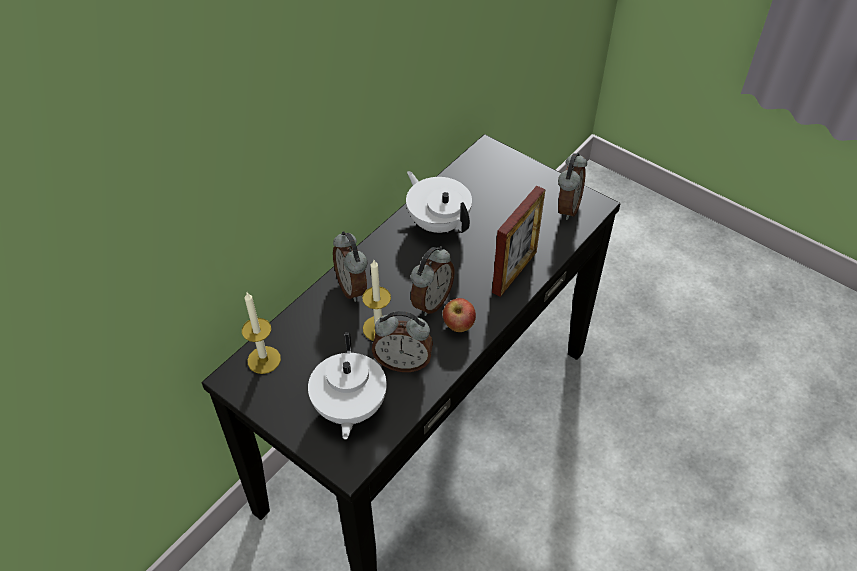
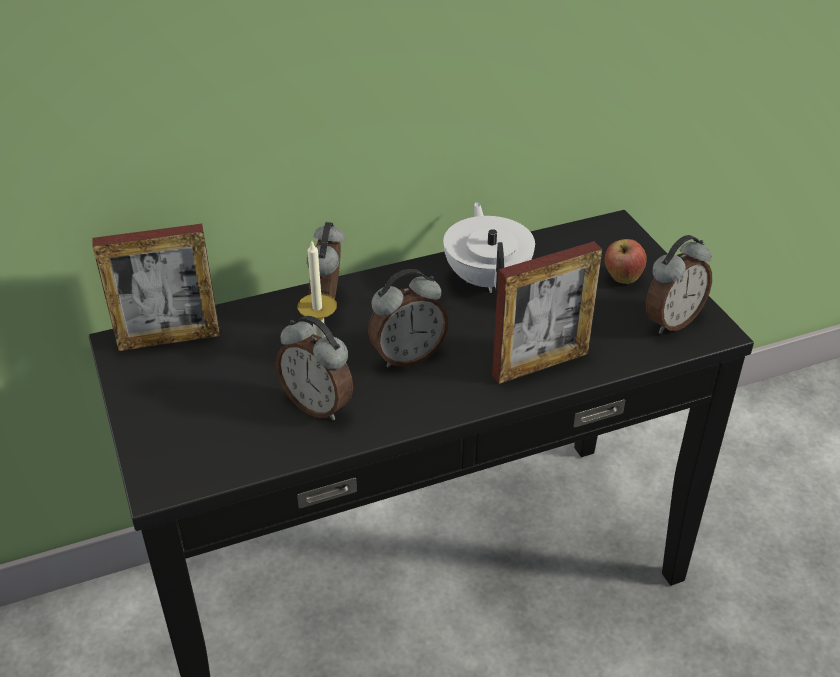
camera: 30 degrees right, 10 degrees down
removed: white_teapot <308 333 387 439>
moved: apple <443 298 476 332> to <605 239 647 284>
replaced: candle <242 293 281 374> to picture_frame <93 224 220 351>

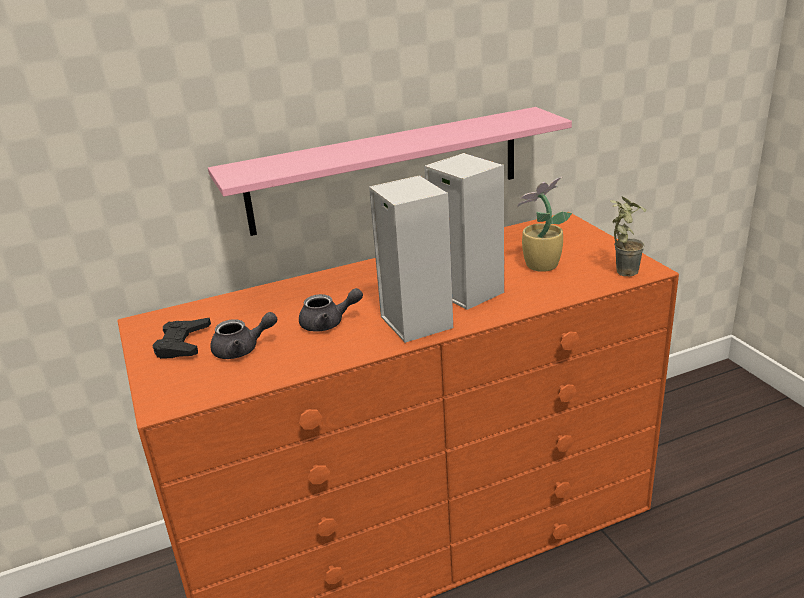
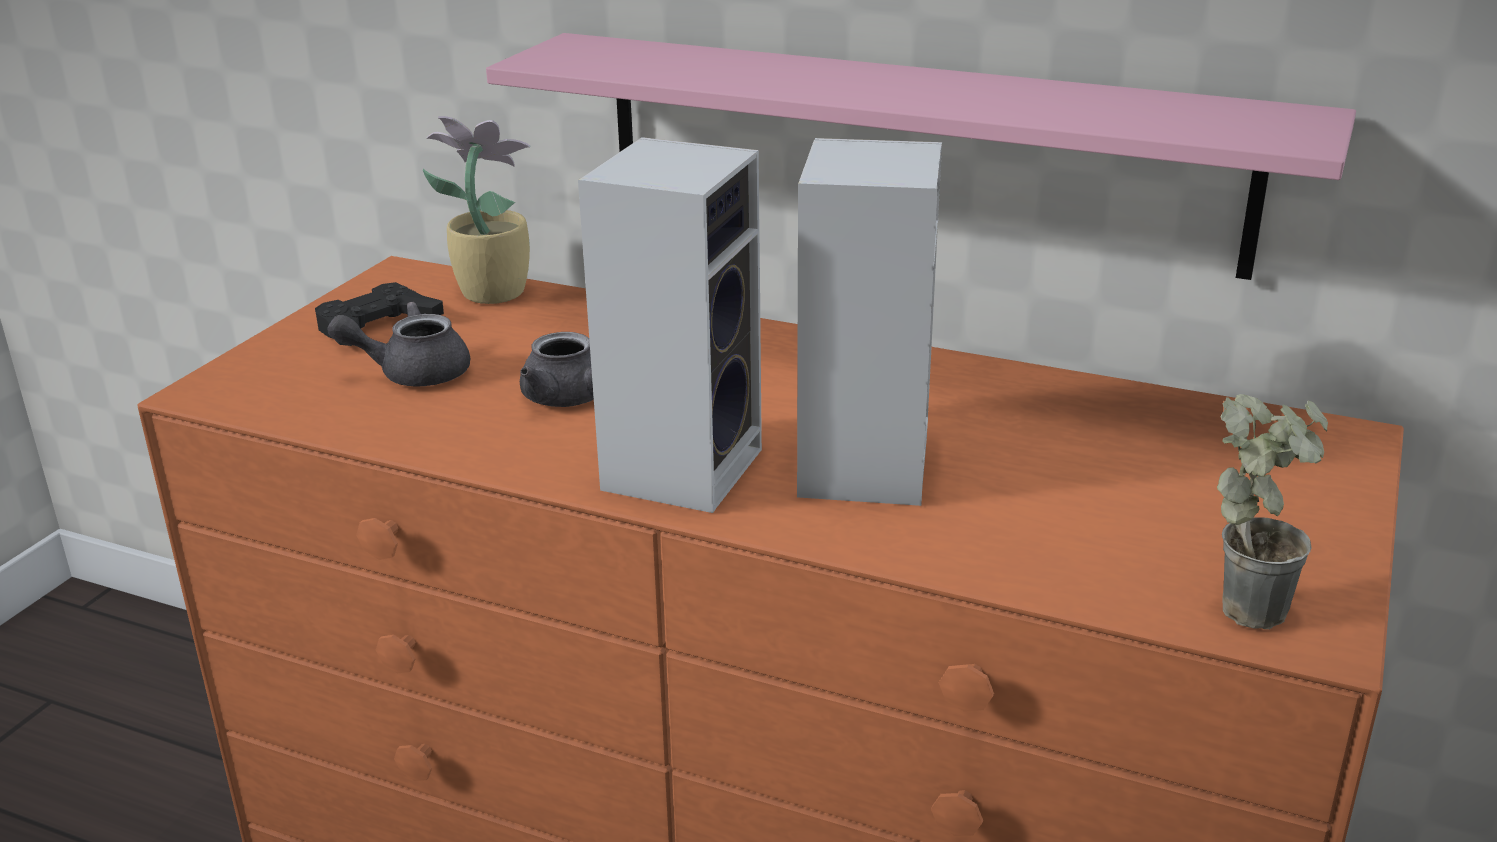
camera: 45 degrees right, 0 degrees up
moved: potted_plant <517 177 572 272> to <423 116 530 304>
turned: grey_teapot <210 312 277 359> = <327 302 470 387> 135 degrees clockwise

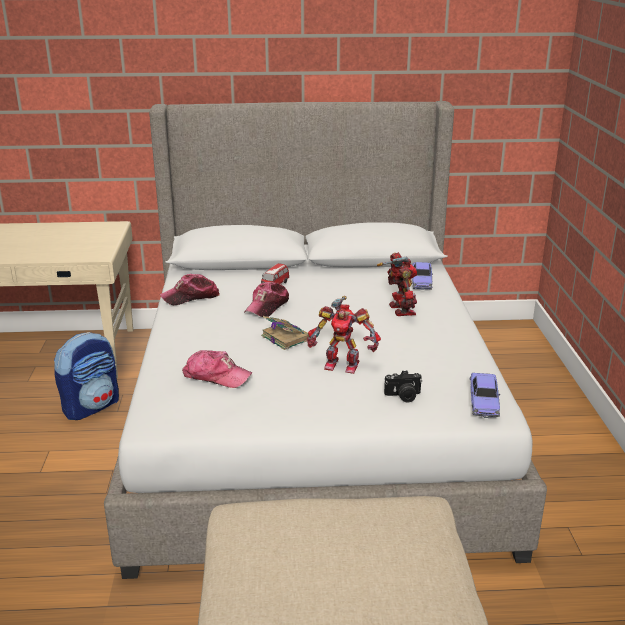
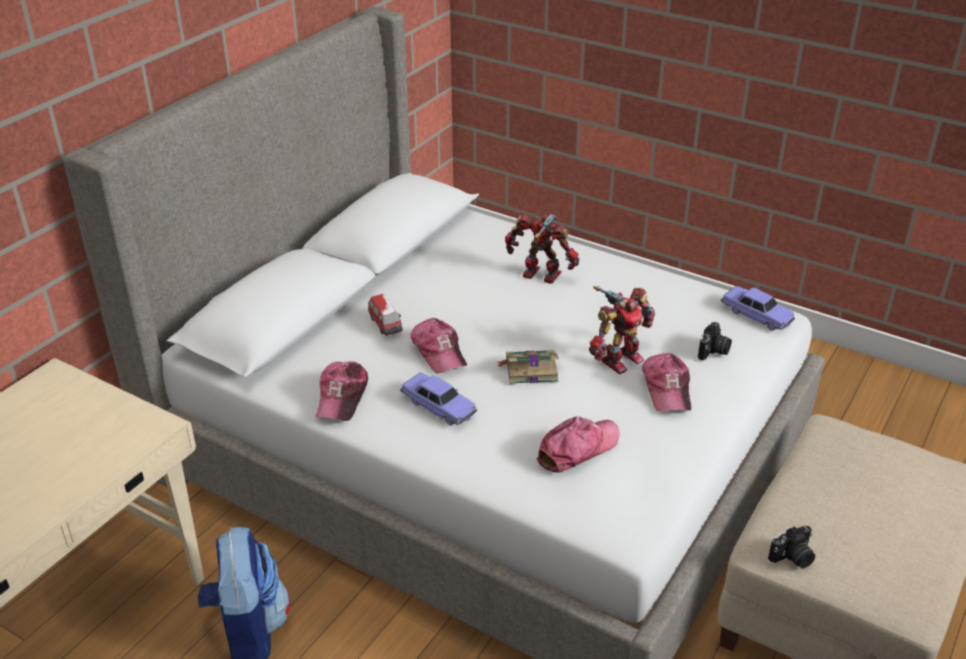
camera: 55 degrees left, 10 degrees up
added: cap <642 353 691 412>; photo_camera <768 526 815 568>
moved: toy_car <412 262 433 290> to <400 372 477 425>

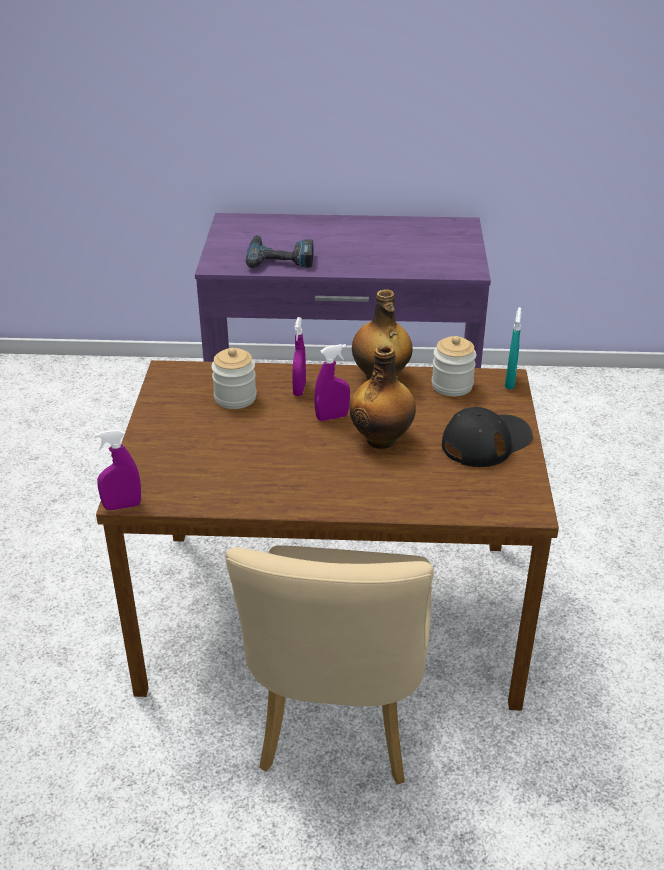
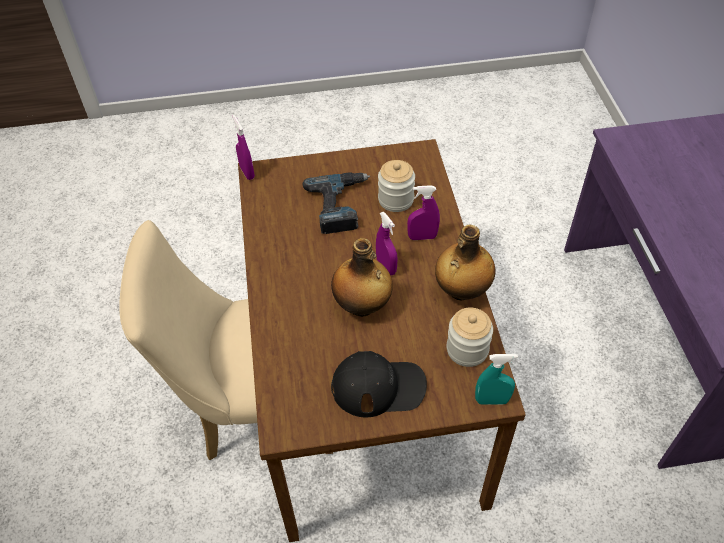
camera: 80 degrees right, 15 degrees up
moved: power_drill <246 235 313 268> to <303 172 370 234>
turned: black_cap <442 407 533 467> = <331 351 427 417> 45 degrees counterclockwise

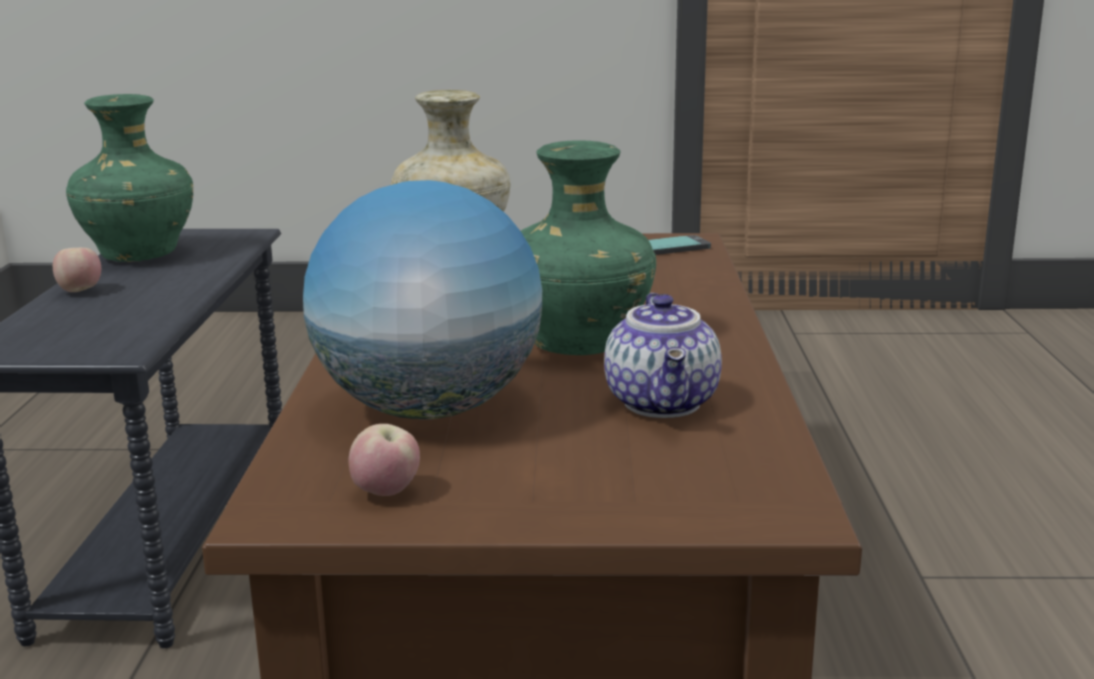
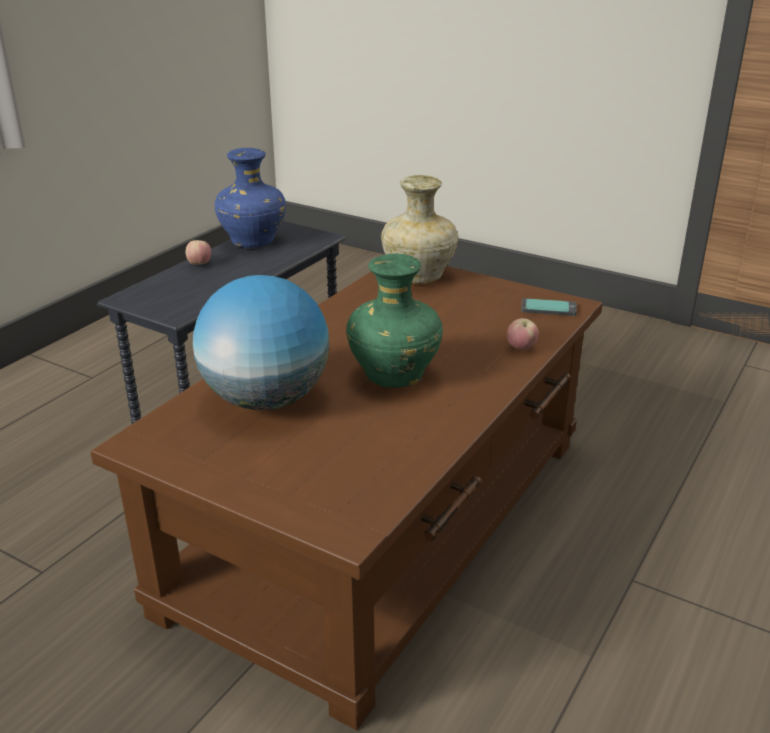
camera: 30 degrees right, 10 degrees up
removed: teapot <604 293 722 418>
moved: apple <349 424 420 496> to <507 318 539 350>
recoloured: green_vase <66 94 193 262> to blue_vase <214 148 286 248>

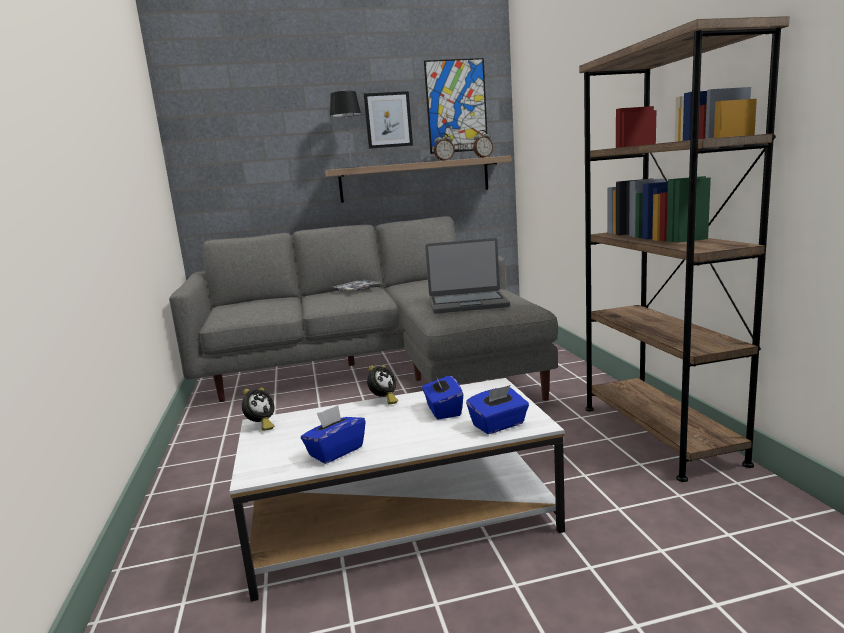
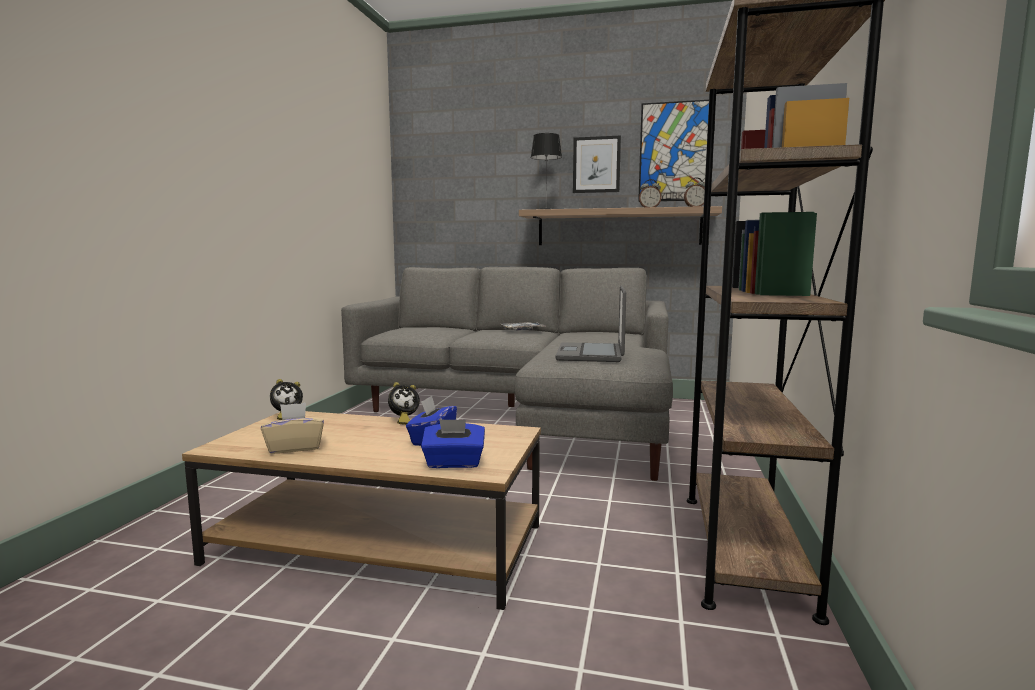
camera: 25 degrees right, 5 degrees down
recoloured: white_coffee_table <229 378 565 602> to brown_coffee_table <182 411 541 610>; blue_tissue_box <301 405 366 464> to beige_tissue_box <261 403 324 454>
turned: laptop <425 238 510 314> = <556 285 626 362> 75 degrees clockwise

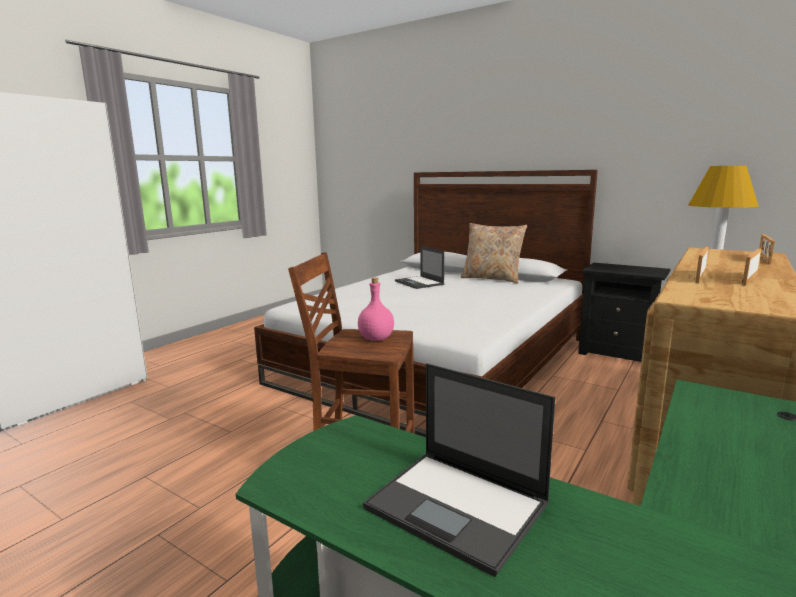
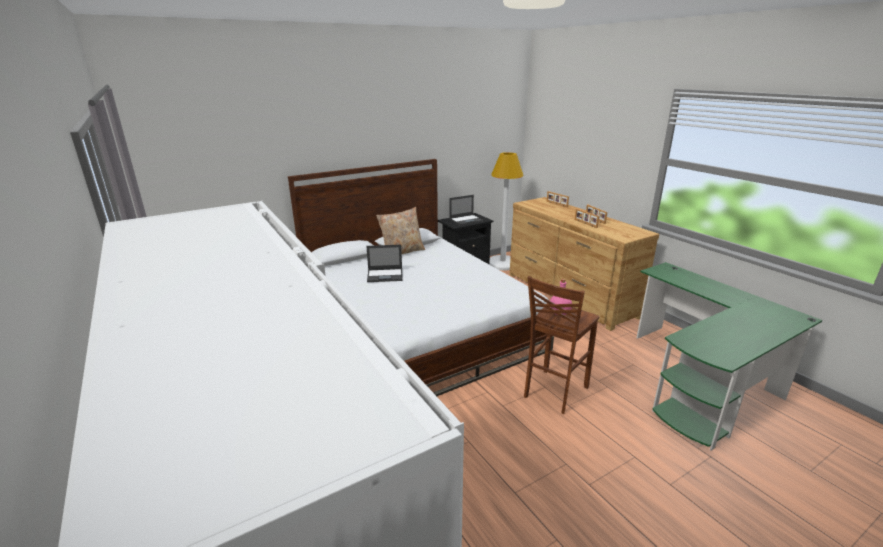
camera: 65 degrees left, 10 degrees up
moved: laptop <363 363 556 577> to <449 195 484 225>

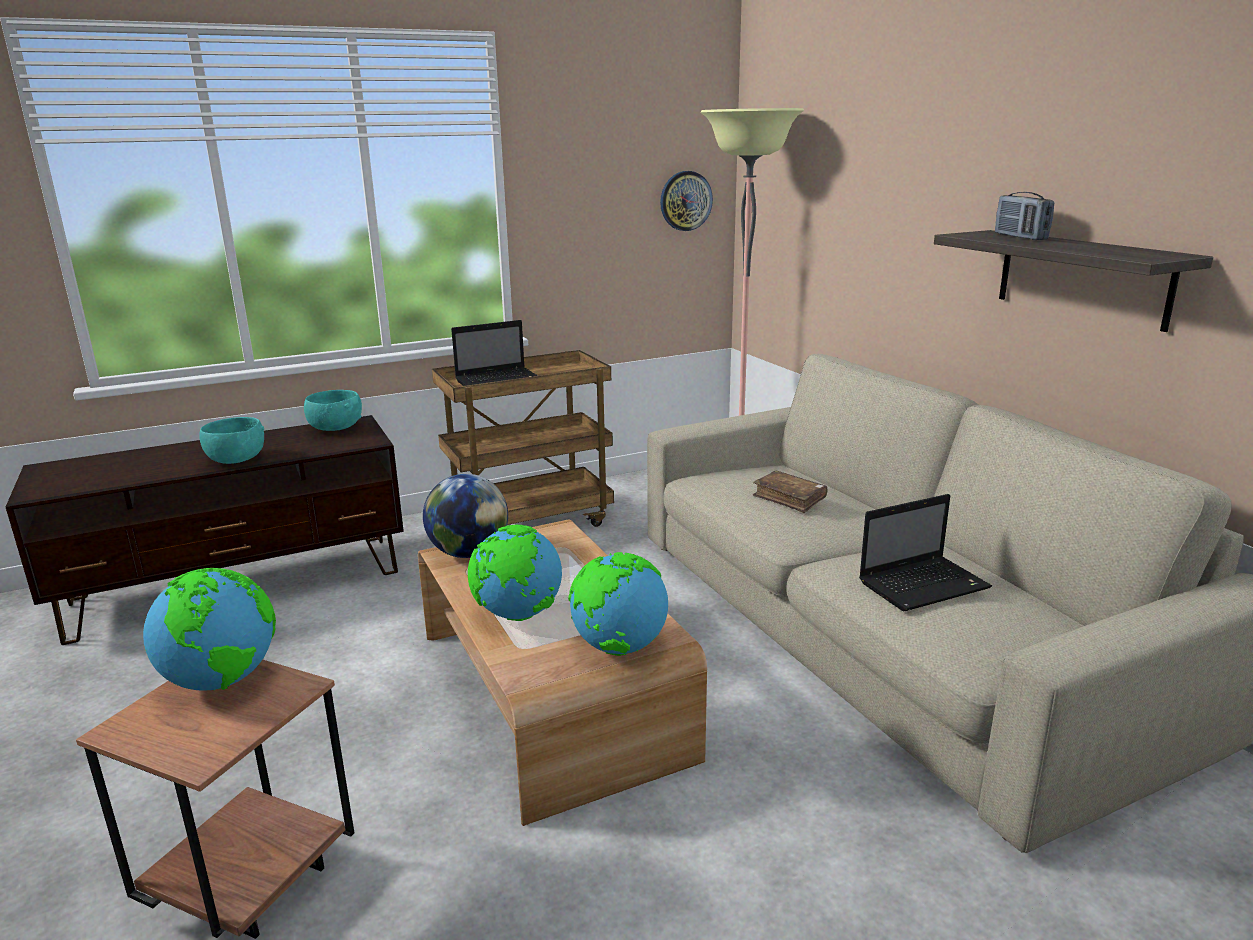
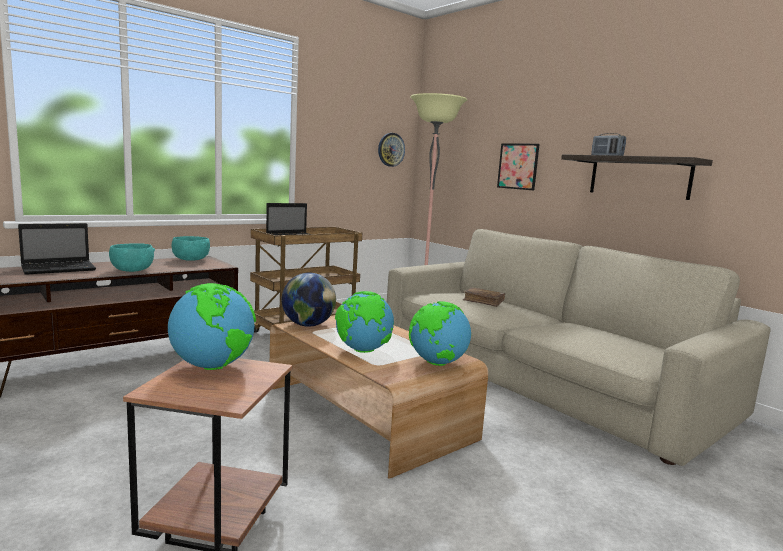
camera: 15 degrees left, 10 degrees down
added: picture <497 144 540 190>
moved: laptop <859 494 992 611> to <18 223 96 275>

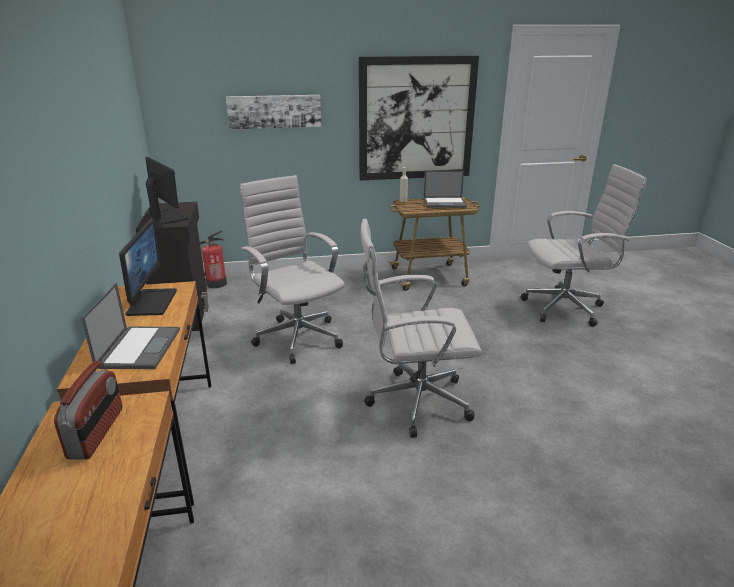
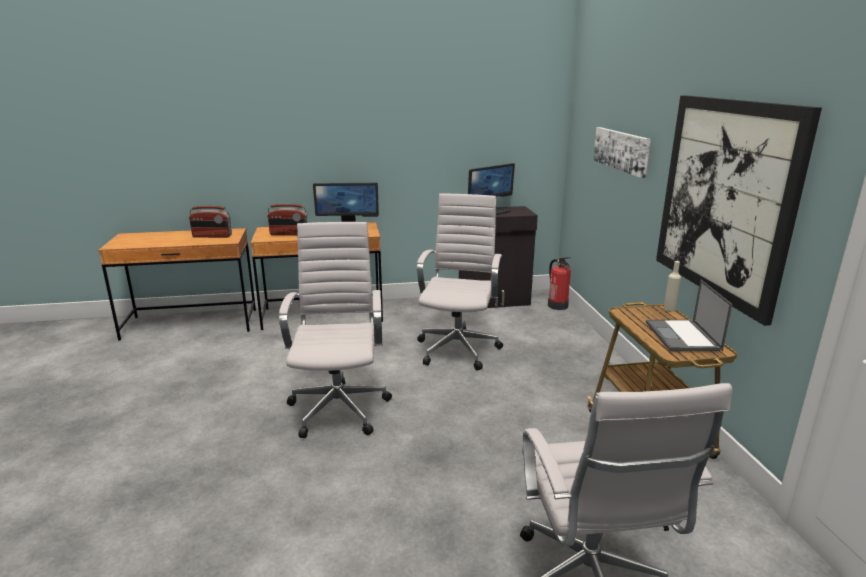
camera: 90 degrees right, 5 degrees down
replaced: laptop <81 283 180 369> to radio <267 204 308 235>
turned: white_office_chair <240 175 345 364> = <417 193 503 370> 45 degrees counterclockwise

